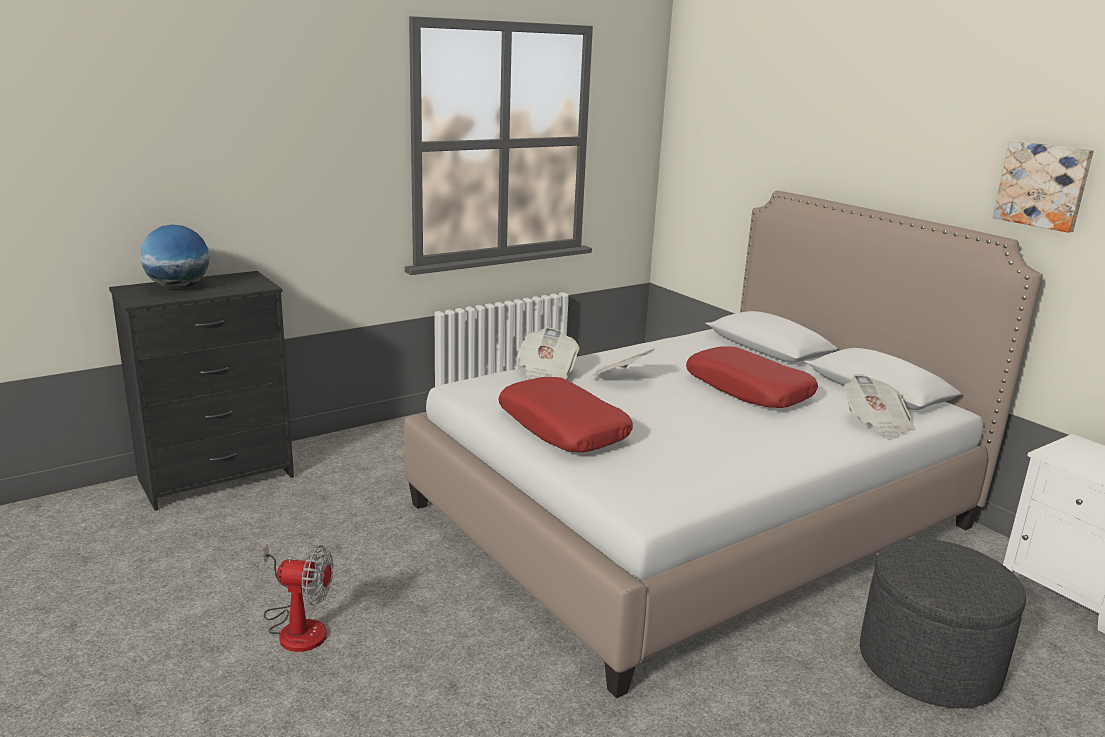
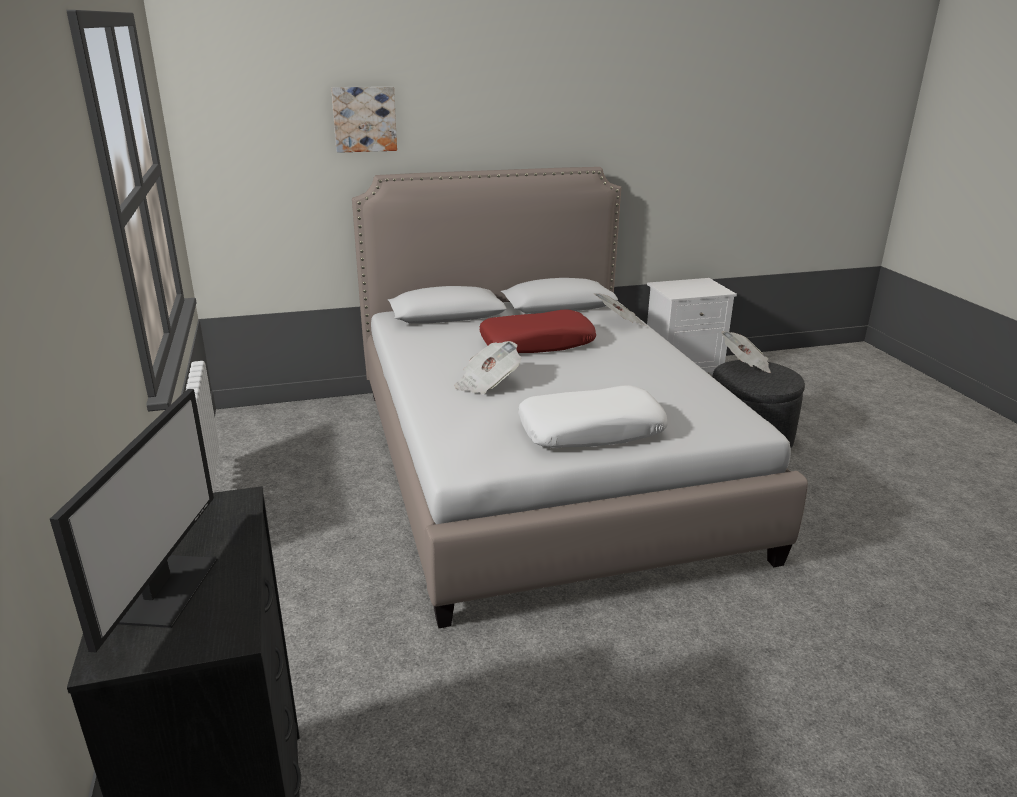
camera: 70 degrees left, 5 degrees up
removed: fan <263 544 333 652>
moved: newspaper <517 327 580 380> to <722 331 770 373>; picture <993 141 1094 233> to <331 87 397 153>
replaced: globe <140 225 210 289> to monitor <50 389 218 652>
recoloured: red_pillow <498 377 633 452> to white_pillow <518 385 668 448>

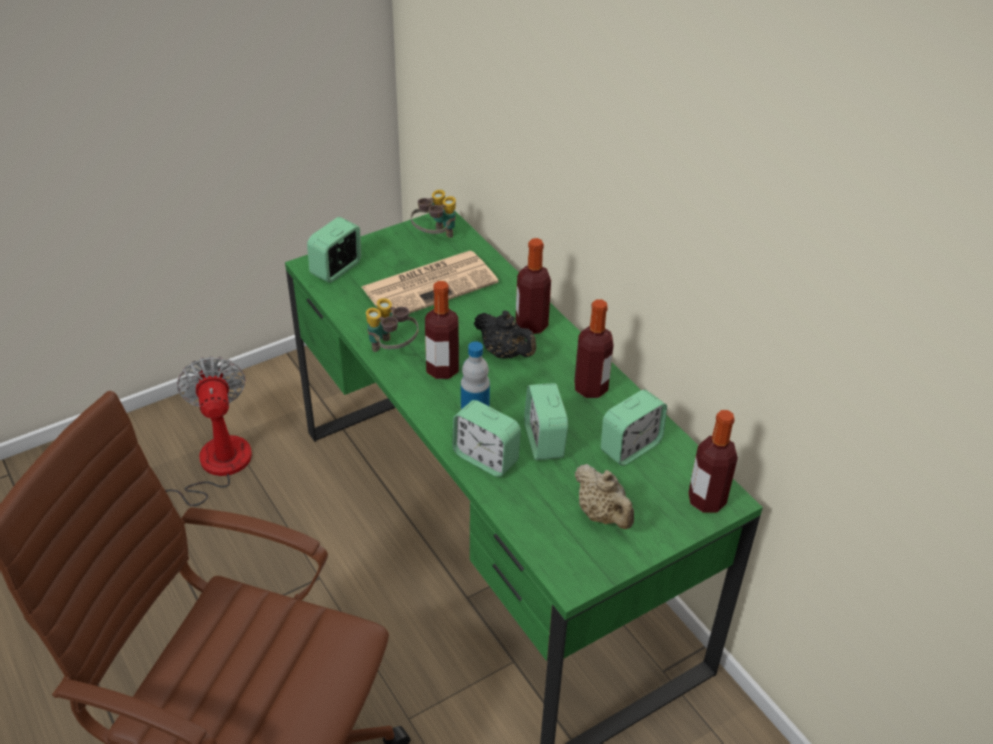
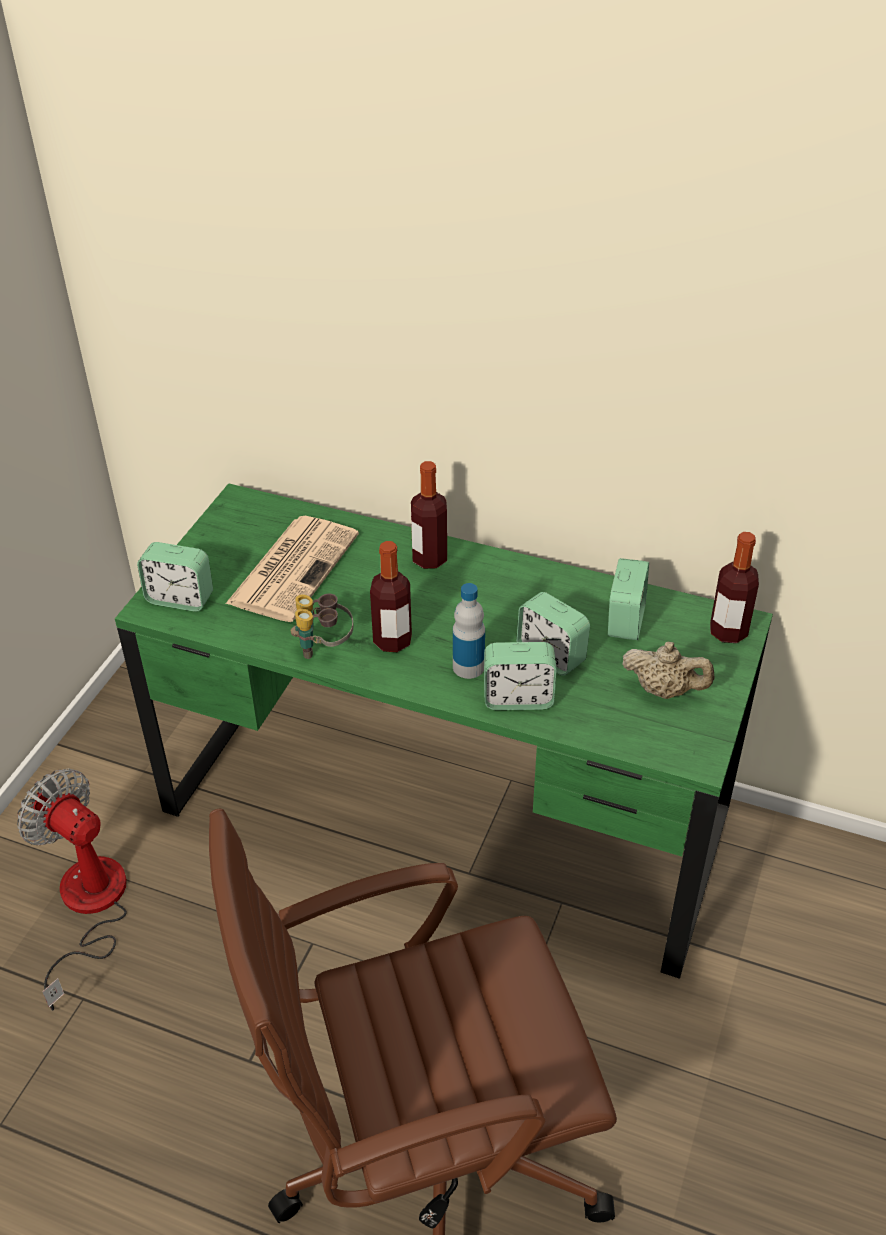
camera: 35 degrees left, 0 degrees up
removed: binoculars <411 190 456 238>; black_teapot <474 310 536 358>; bottle <574 299 614 398>
turned: alarm_clock <307 217 361 283> = <137 542 213 612> 75 degrees counterclockwise

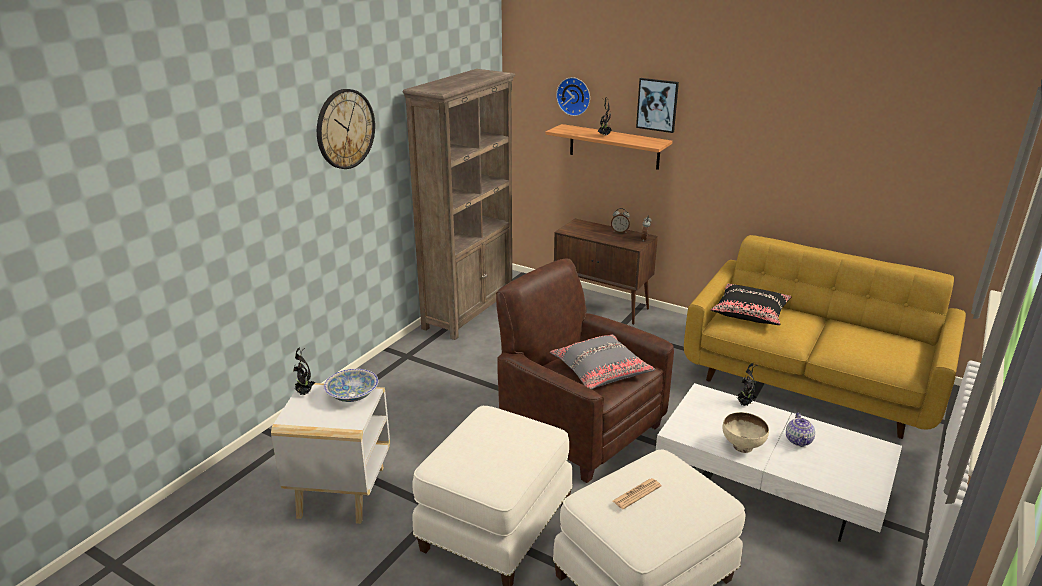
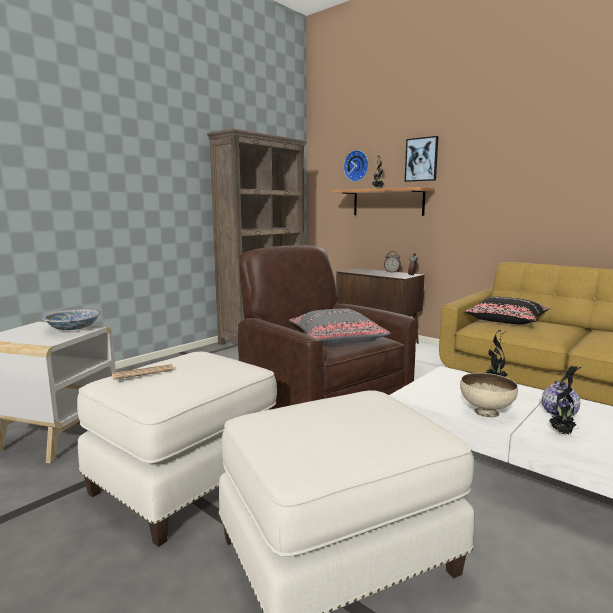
camera: 10 degrees right, 15 degrees down
removed: wall_clock <317 89 375 169>
moved: potted_plant <293 348 316 395> to <549 365 581 435>; newspaper <613 478 661 509> to <112 364 174 380>

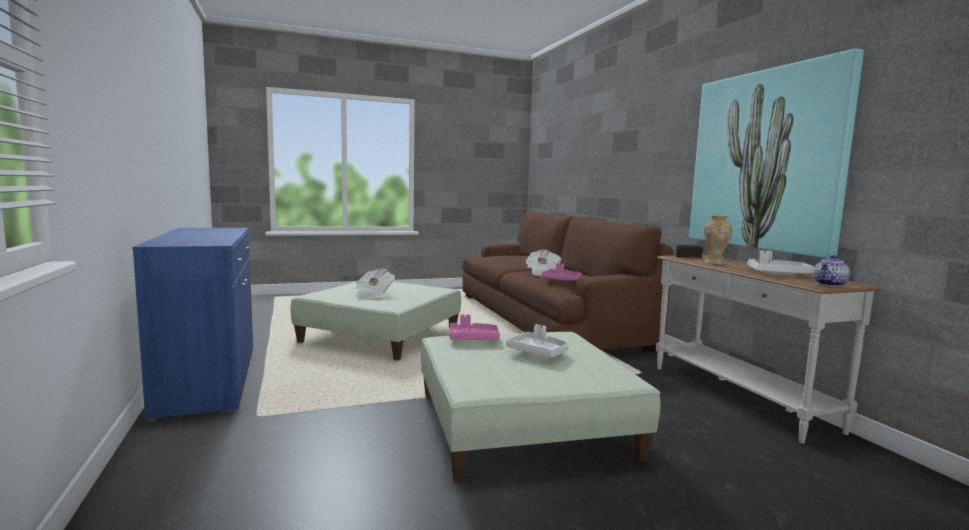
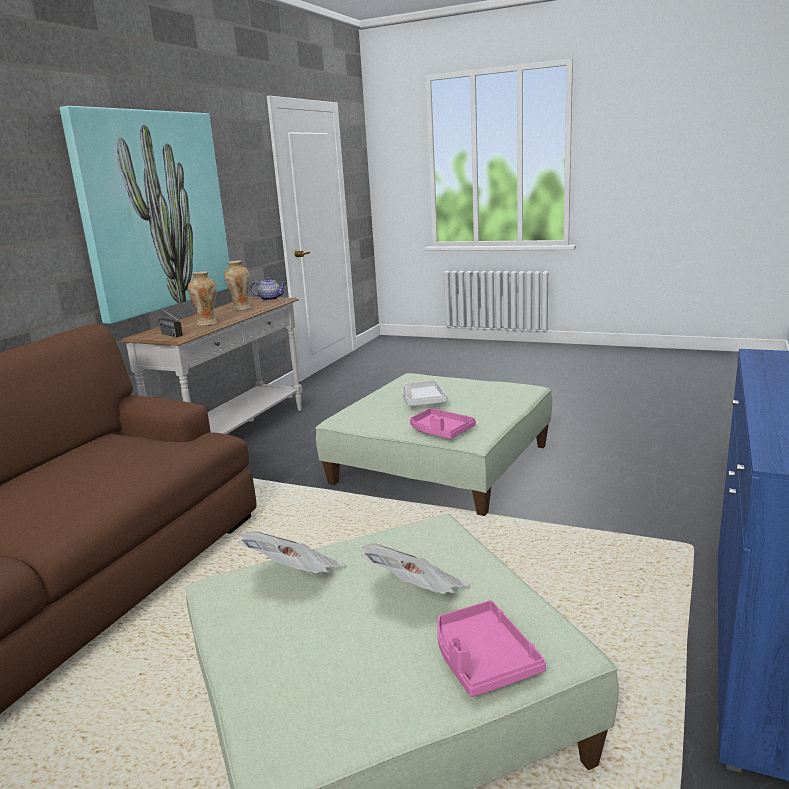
camera: 135 degrees left, 10 degrees up
moved: newspaper <525 250 561 276> to <238 531 345 574>; pink_tray <542 263 582 281> to <437 600 546 697>
replaced: white_tray <747 250 814 275> to vase <224 260 251 311>

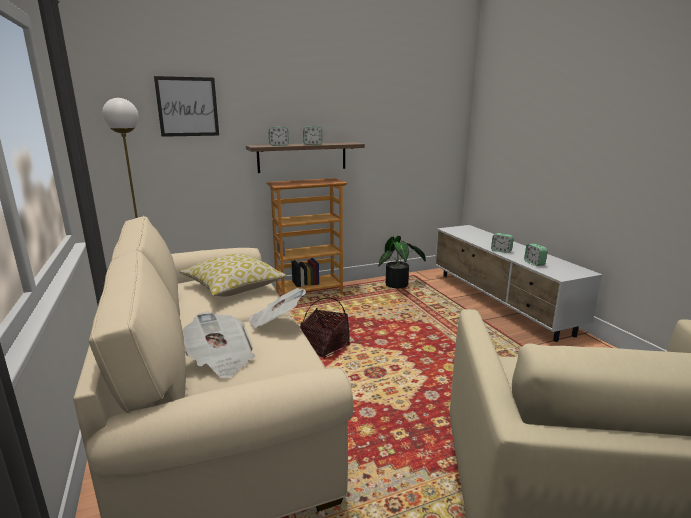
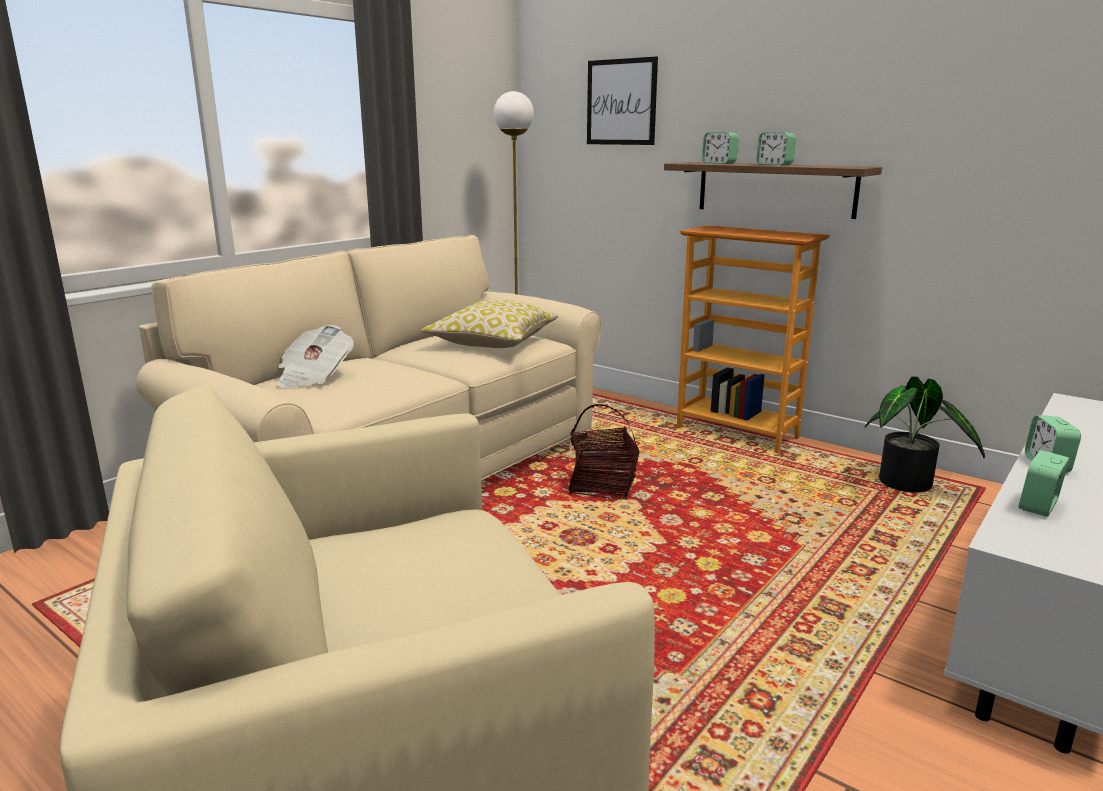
camera: 60 degrees right, 0 degrees up
removed: newspaper <248 288 306 329>

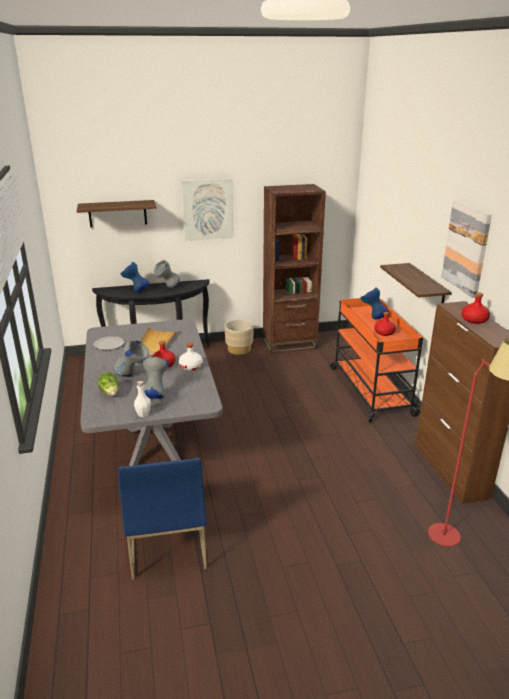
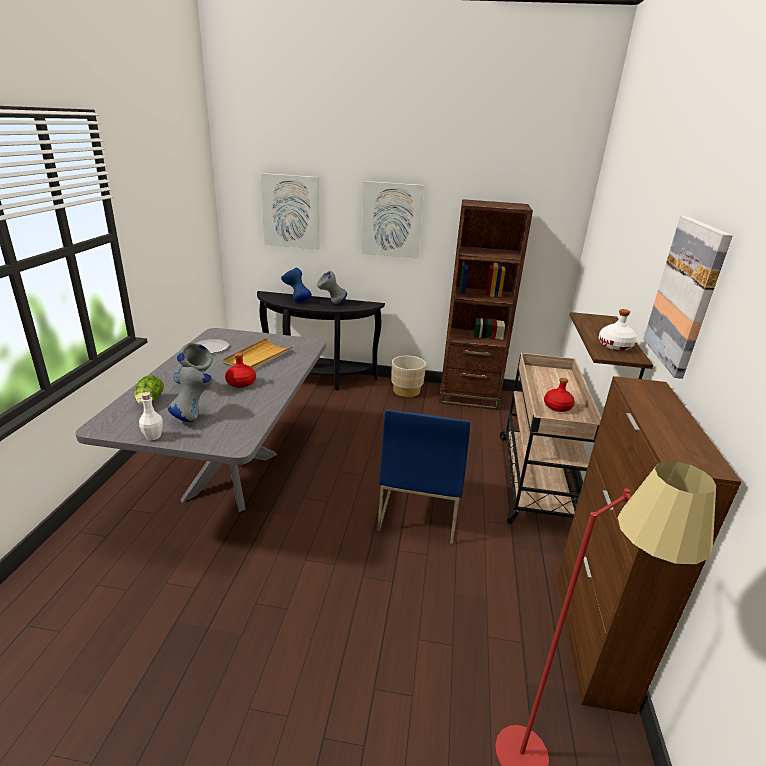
camera: 20 degrees right, 0 degrees up
removed: blue_vase <361 287 389 320>; red_bottle <461 292 490 324>
moved: blue_chair <118 457 207 580> to <377 409 470 544>; white_bottle <179 343 203 371> to <599 309 637 351>
replaced: shelf <77 200 157 228> to picture <261 173 320 249>
recoloured: orange_cart <330 298 423 423> to beige_cart <500 353 602 524>

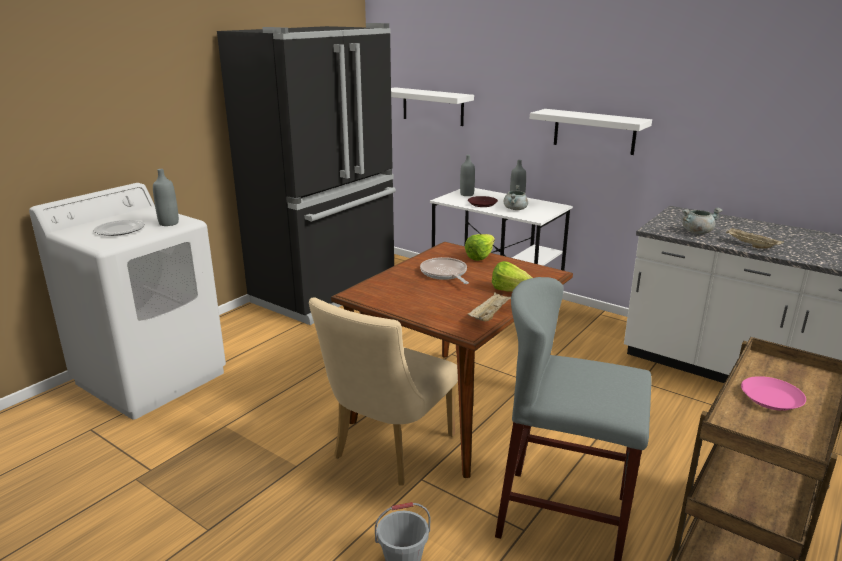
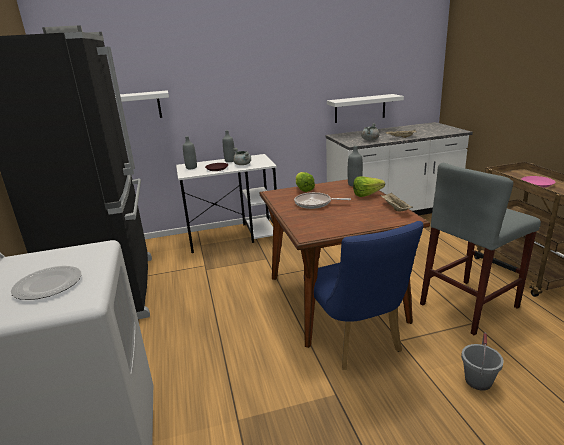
camera: 50 degrees left, 0 degrees up
moved: grey_bottle <153 169 179 226> to <348 146 363 186>; white_shelf <530 109 652 155> to <327 94 404 123>
recoloured: beige_chair <309 297 458 486> to blue_chair <314 221 424 370>

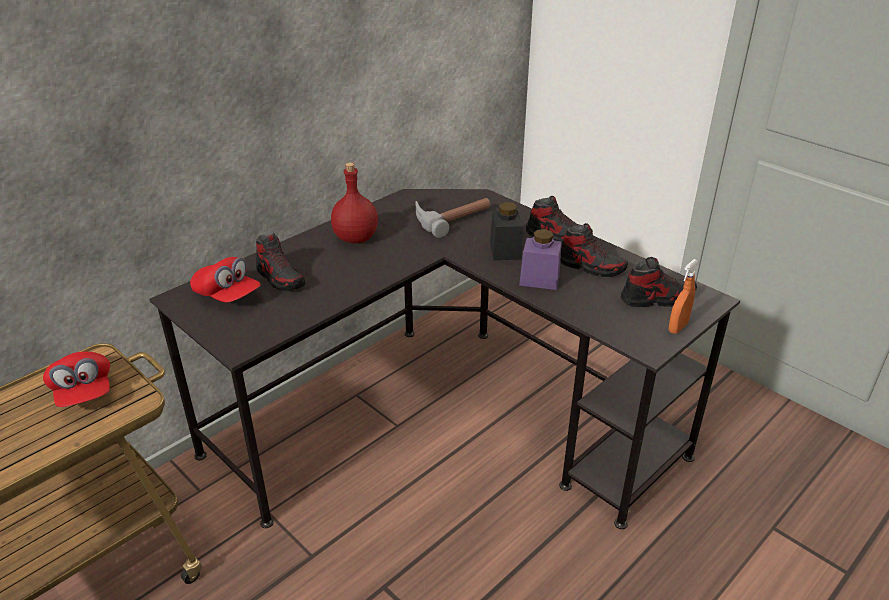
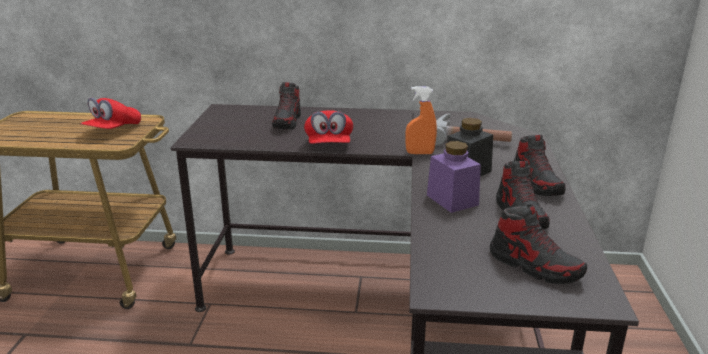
camera: 50 degrees right, 10 degrees down
removed: red_bottle <331 163 378 243>
moved: red_cap <190 257 261 303> to <304 110 353 144>; orange_spray_bottle <669 259 699 334> to <405 86 437 154>

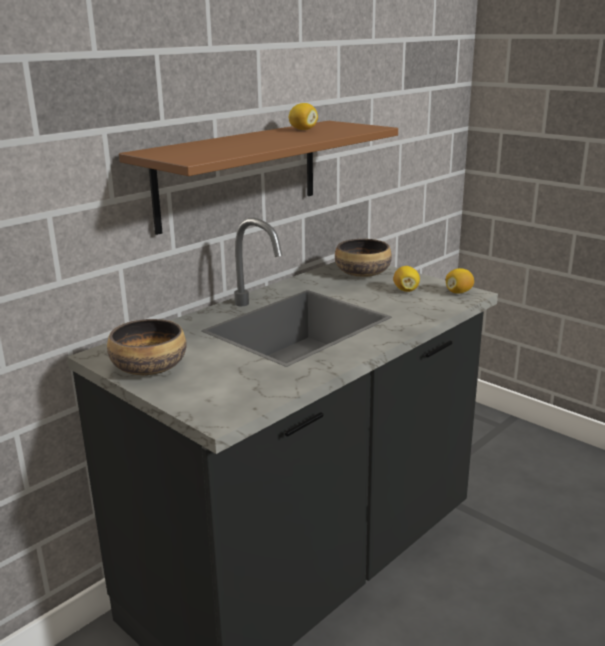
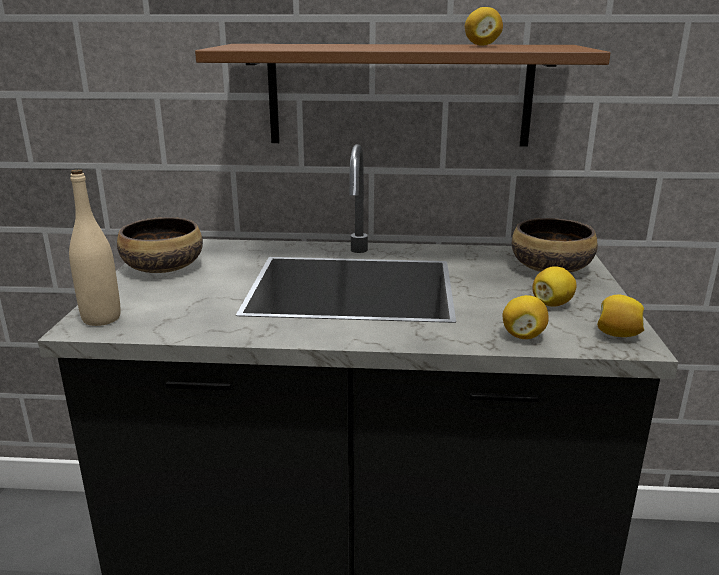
camera: 50 degrees right, 0 degrees up
added: beige_bottle <69 169 121 326>; lemon <503 295 549 339>

